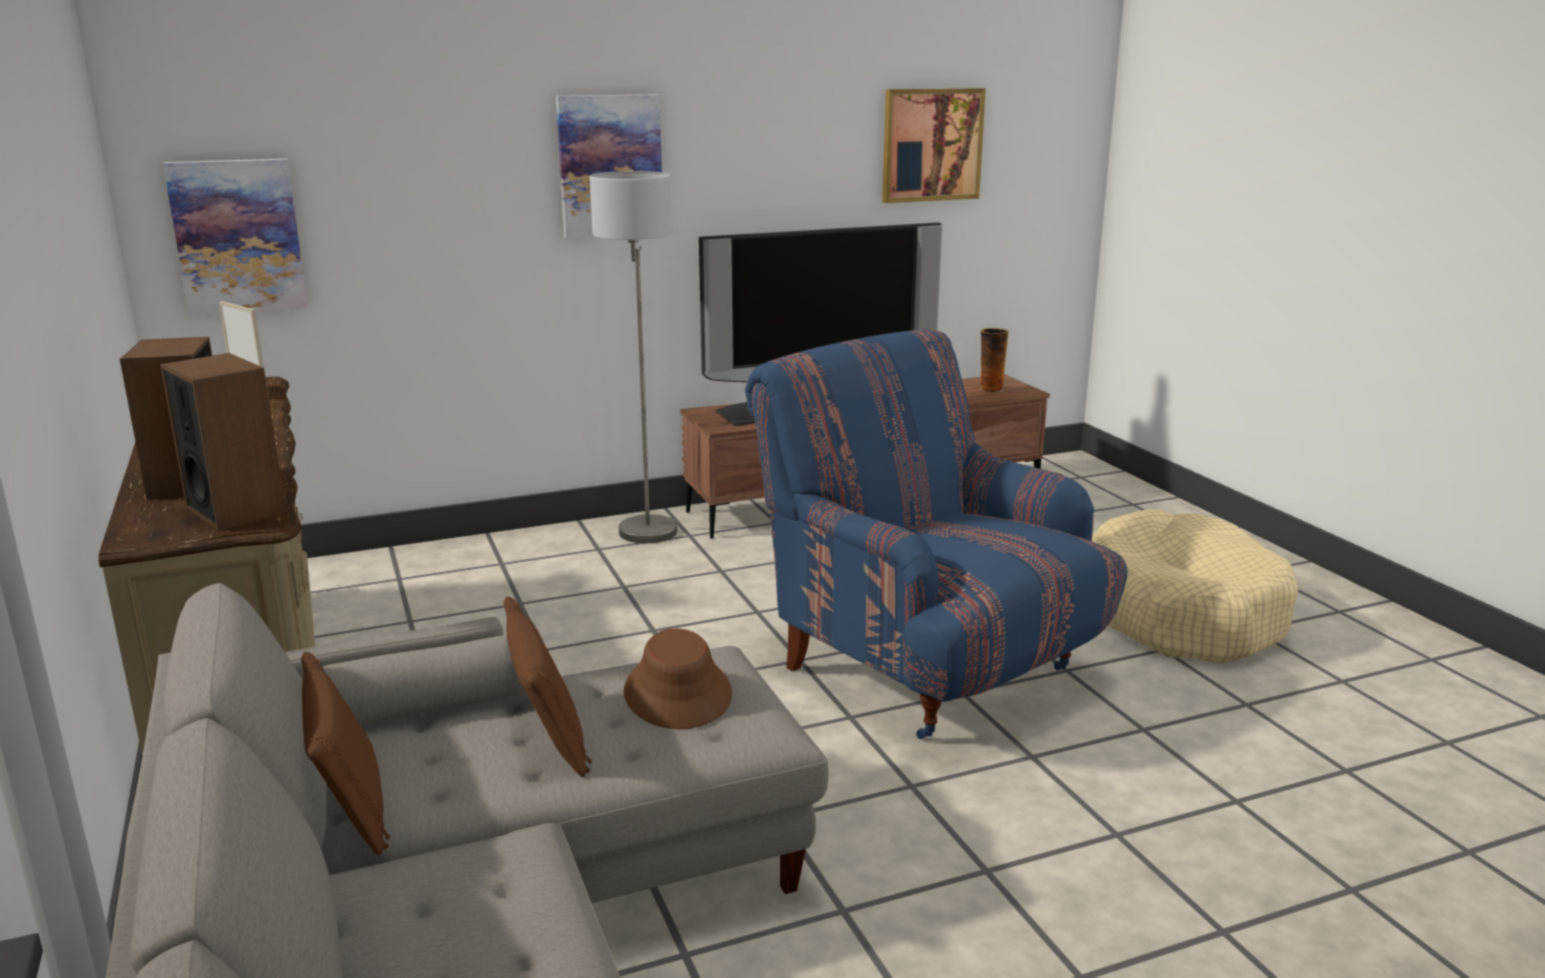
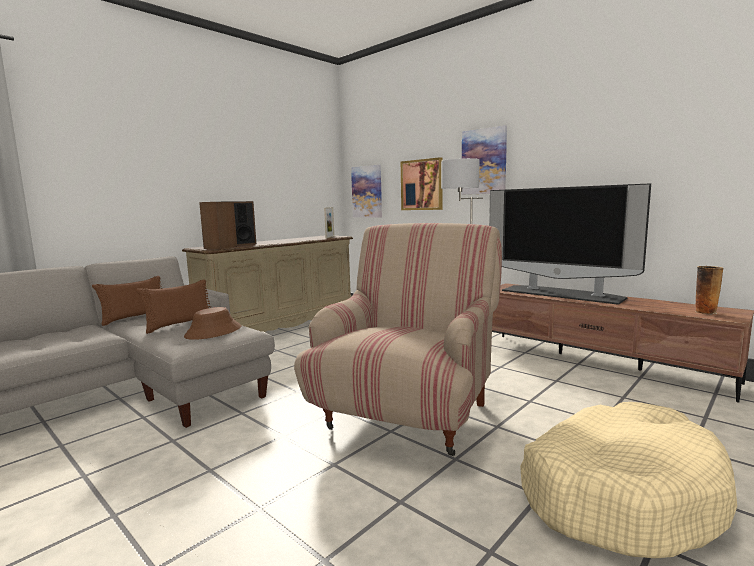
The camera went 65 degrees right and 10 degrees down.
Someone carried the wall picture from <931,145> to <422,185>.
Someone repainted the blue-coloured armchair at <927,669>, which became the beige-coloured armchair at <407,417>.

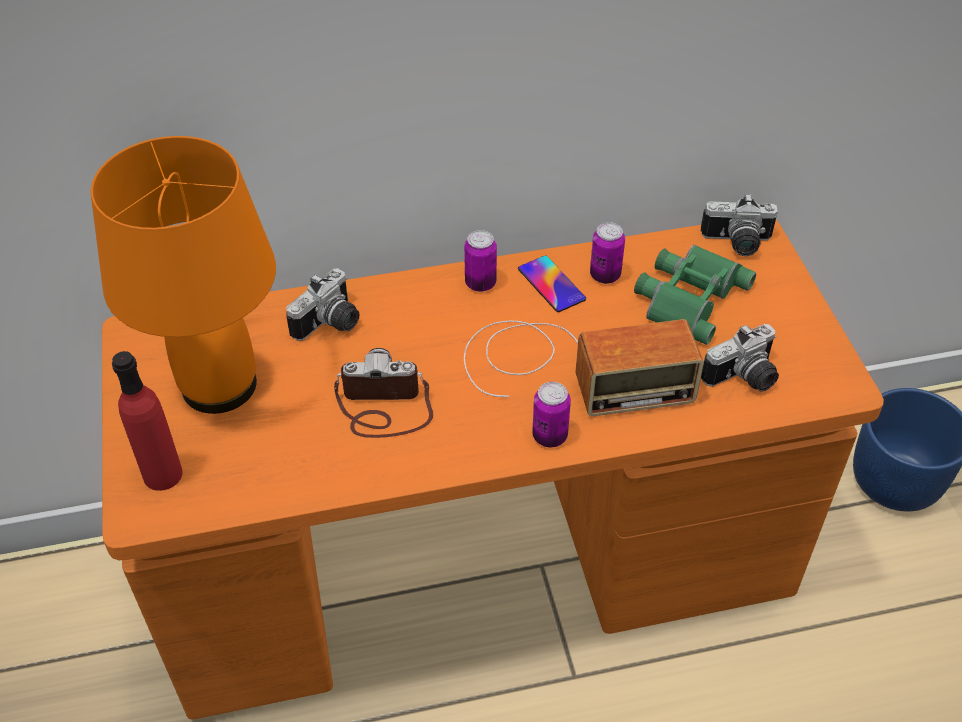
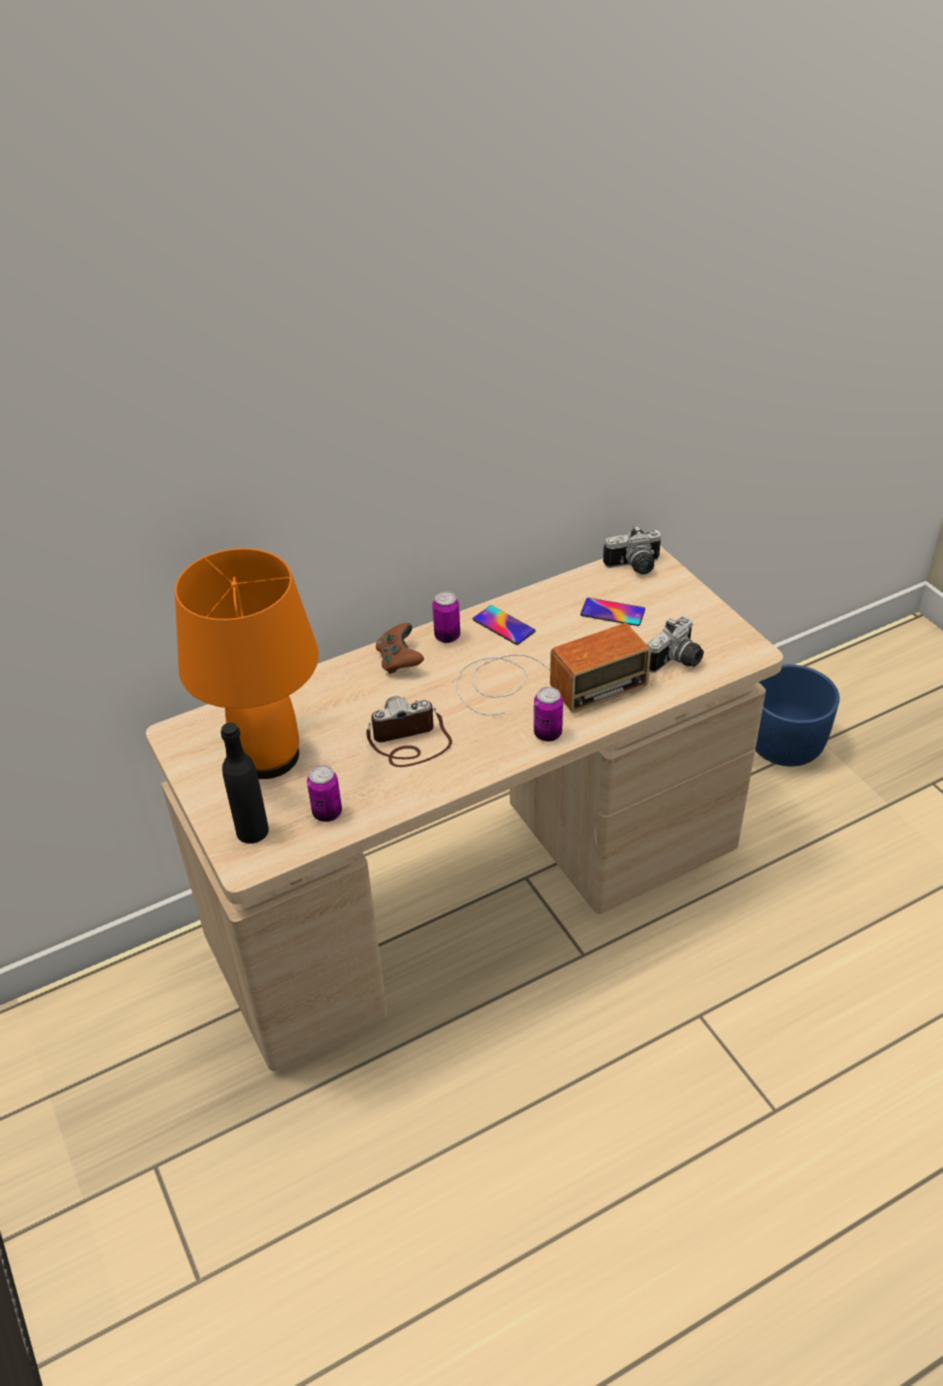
The camera went 15 degrees left and 5 degrees down.
Someone took away the photo camera at <331,324>.
Someone put down the brown joypad at <399,660>.
Someone carried the sealed can from <605,275> to <327,813>.
Someone swapped the greenish field glasses at <688,296> for the telephone at <612,612>.
Someone repainted the orangey desk table at <481,573>, which became the beige-coloured desk table at <478,895>.
Someone repainted the red bottle at <163,474>, which became the black-coloured bottle at <252,831>.

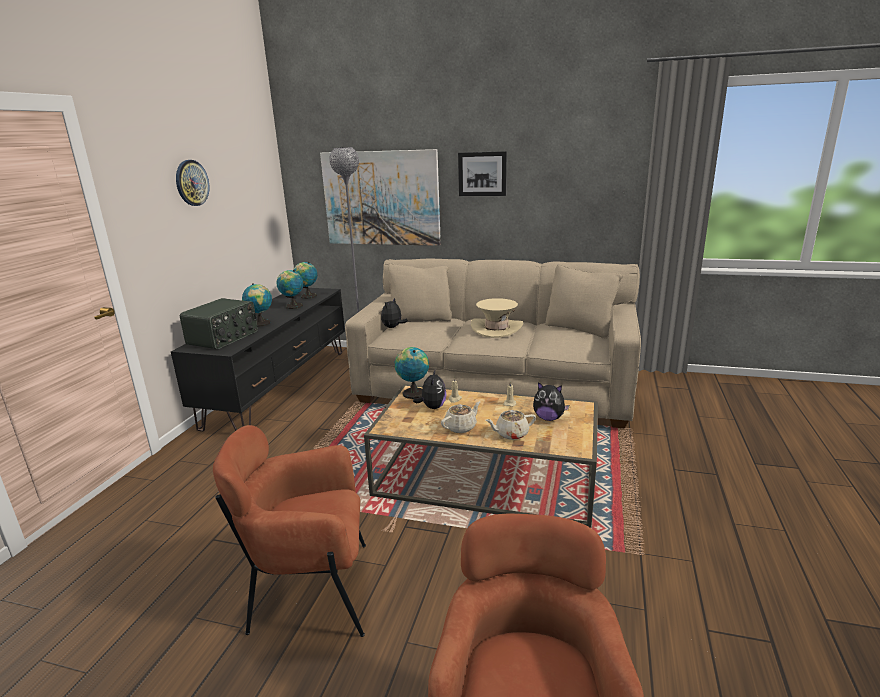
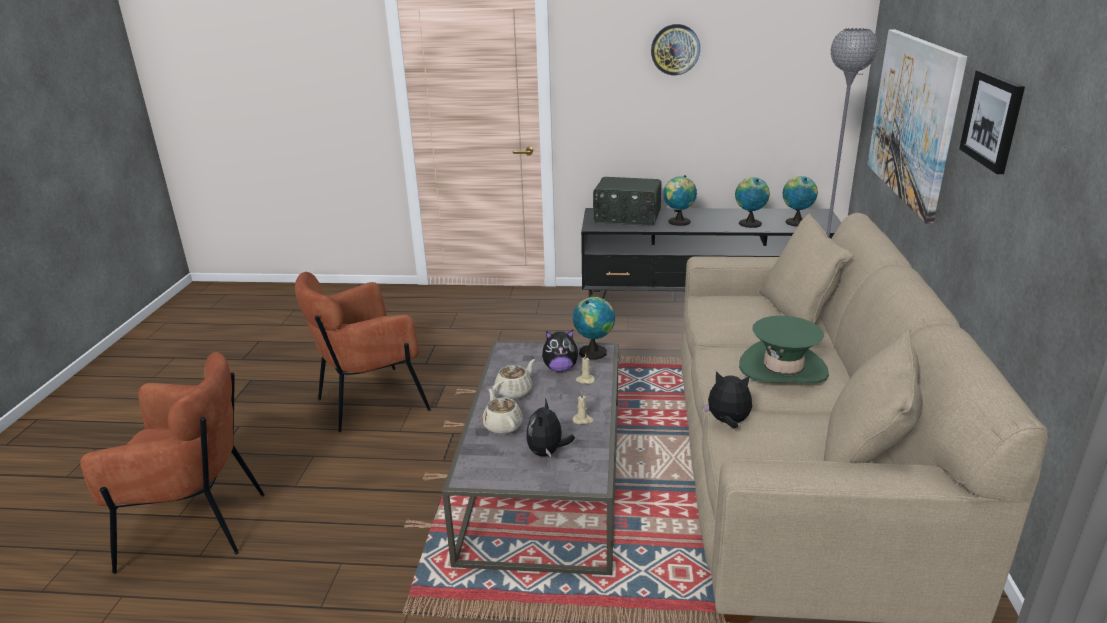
The camera went 80 degrees right and 5 degrees up.
Someone carried the soft toy from <393,327> to <727,422>.
Someone repainted the brown low table at <486,477>, which became the greyish low table at <547,477>.
Someone repainted the beige-coloured clothing hat at <496,329>, which became the greenish clothing hat at <783,368>.
Someone rotated the brown armchair at <310,592> by 105 degrees counterclockwise.
Someone rotated the beige-coloured tea pot at <461,427> by 90 degrees counterclockwise.

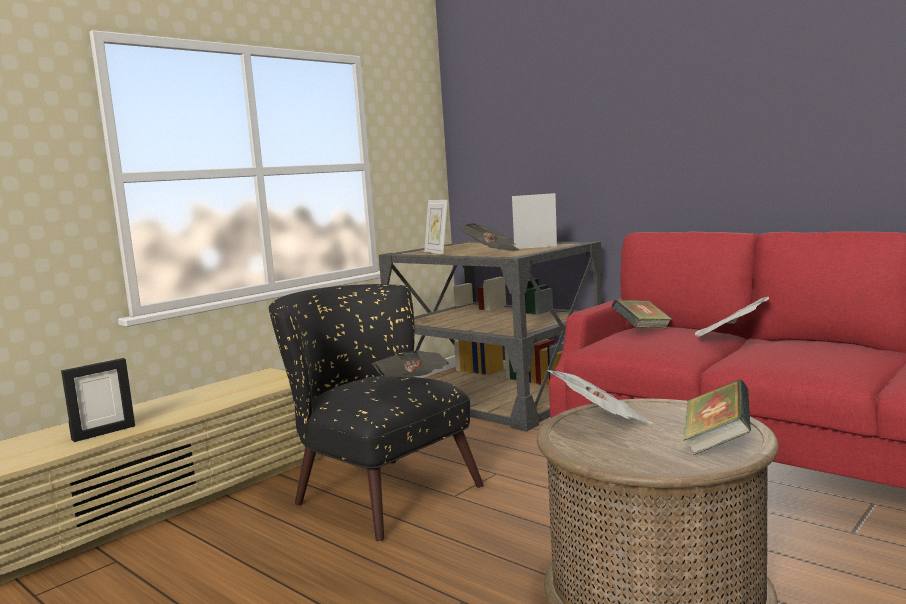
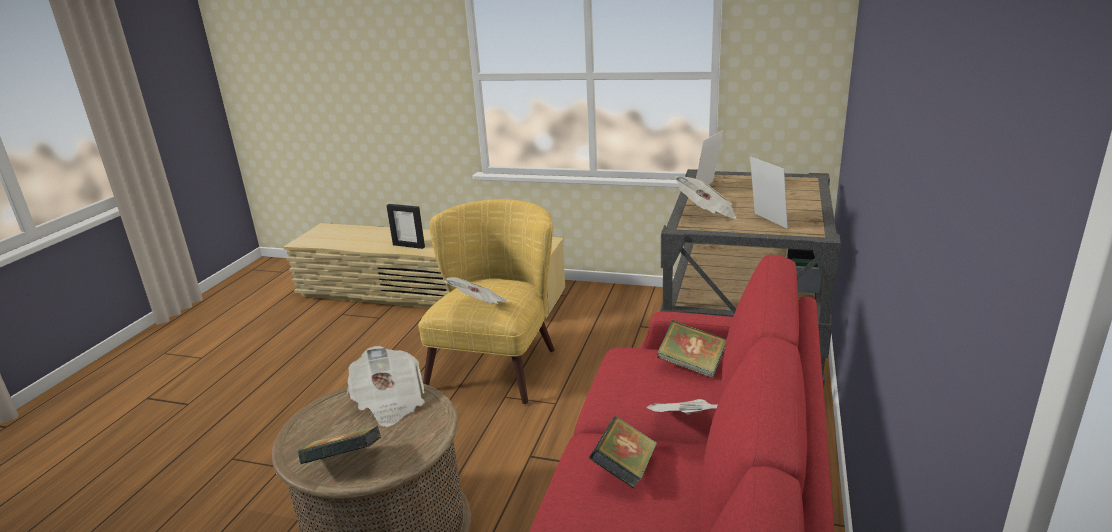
The camera went 65 degrees right and 15 degrees up.
Someone put down the bound book at <624,470>.
Someone repainted the black-coloured armchair at <375,491>, which became the yellow-coloured armchair at <498,362>.

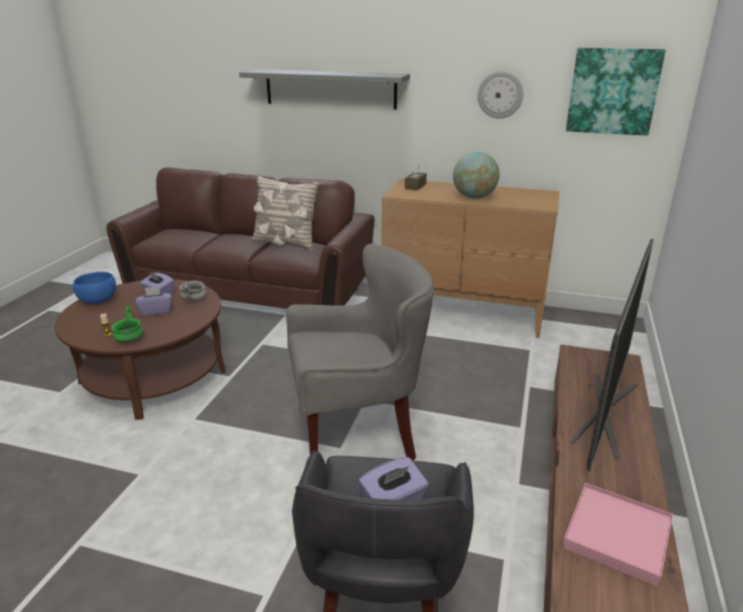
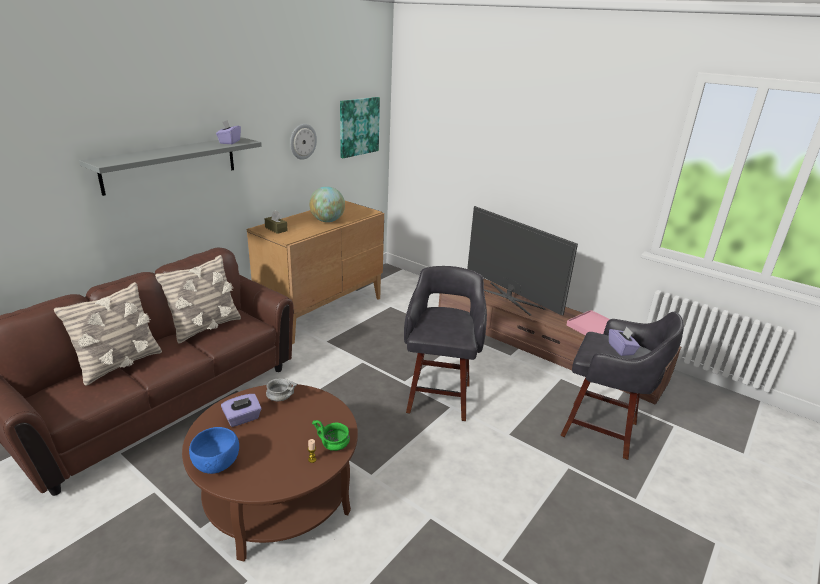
The camera went 70 degrees left and 0 degrees up.
Someone put down the beige-coloured pillow at <120,364>.
Someone carried the purple tissue holder from <156,311> to <229,142>.
Someone swapped the greyish armchair at <358,434> for the greyish sitting stool at <439,396>.

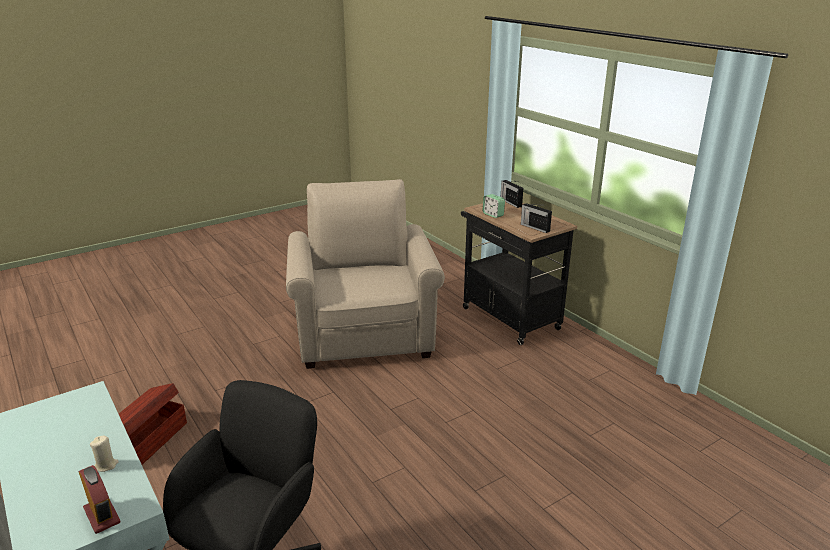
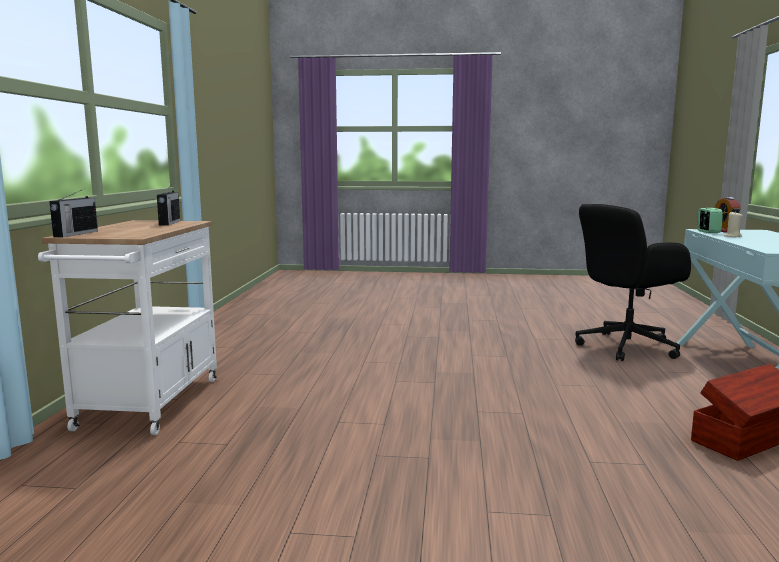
The camera went 140 degrees left and 15 degrees down.
Someone took away the beige-coloured armchair at <364,333>.
Someone carried the bedside clock from <493,215> to <708,232>.
Someone repainted the black-coloured trolley at <508,317>, which became the white-coloured trolley at <147,405>.

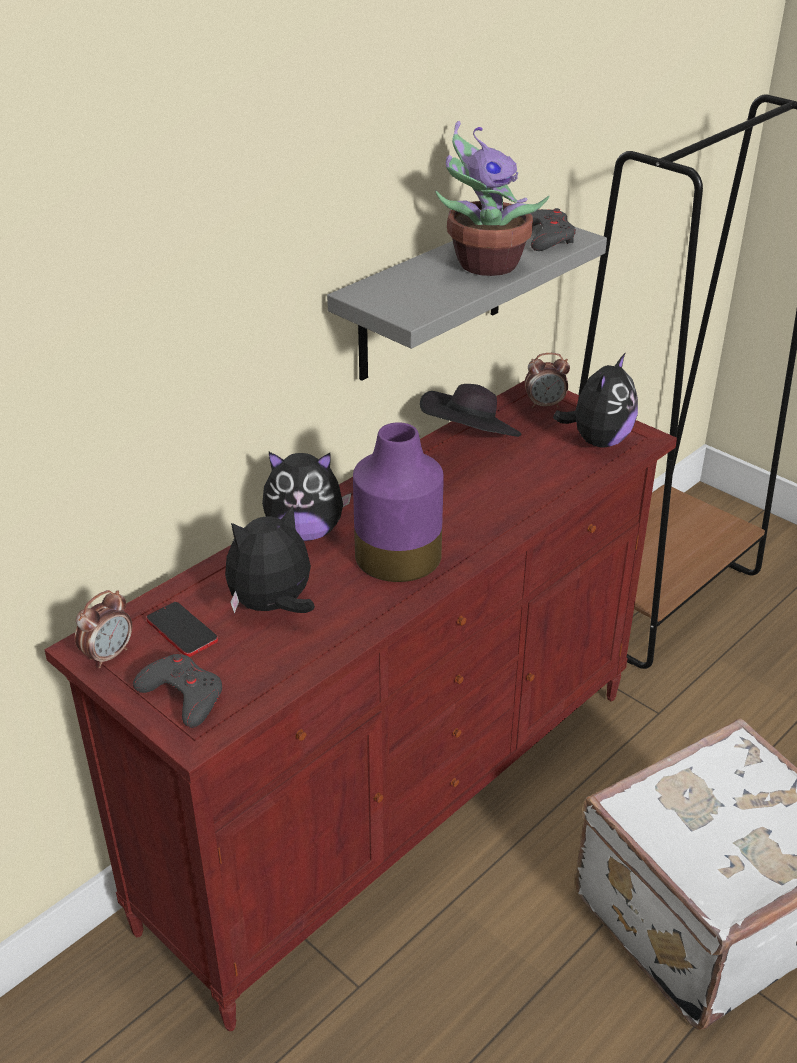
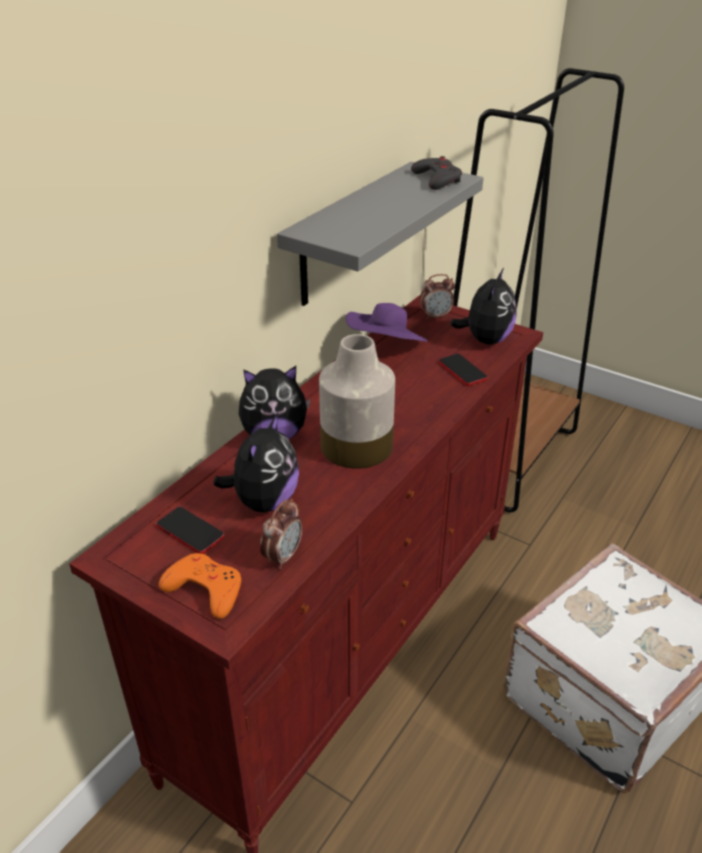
The camera went 10 degrees left and 0 degrees up.
Someone took away the plant in a pot at <483,264>.
Someone put down the telephone at <462,371>.
Someone carried the bedside clock from <108,655> to <283,556>.
Someone repainted the greyish joypad at <182,695>, which became the orangey joypad at <205,589>.
Someone repainted the purple flower vase at <397,554>, which became the beige-coloured flower vase at <355,445>.
Someone repainted the black-coloured clothing hat at <470,439>, which became the purple clothing hat at <386,348>.
Someone rotated the soft toy at <273,607> by 150 degrees clockwise.

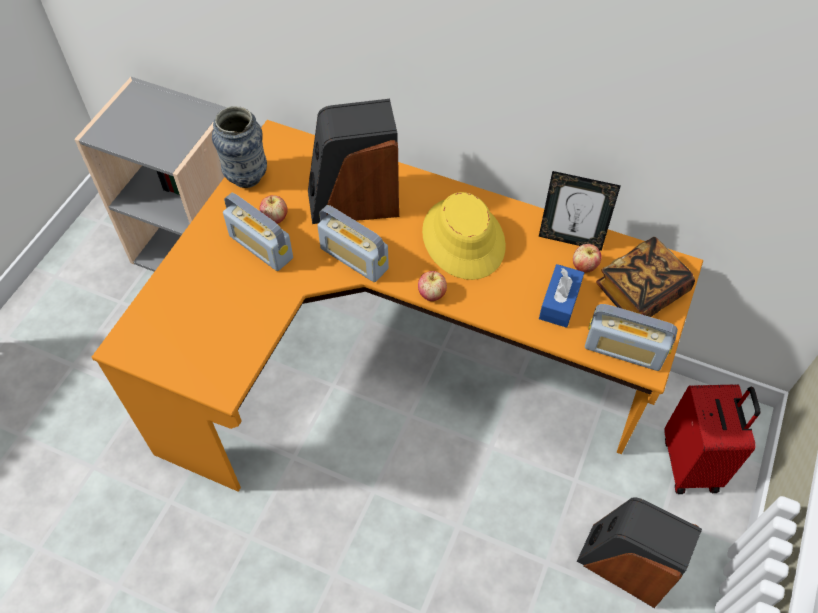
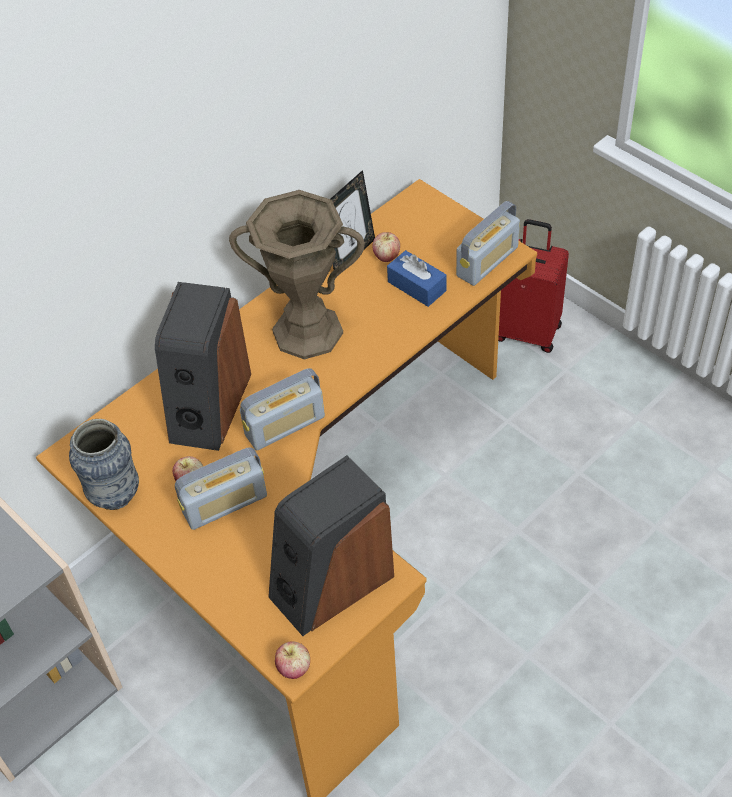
The camera went 65 degrees left and 5 degrees down.
Someone took away the bound book at <640,292>.
Someone carried the apple from <432,294> to <294,668>.
Someone carried the speaker from <625,564> to <331,584>.
Someone swapped the yellow-coloured clothing hat at <464,239> for the brown flower vase at <308,332>.

